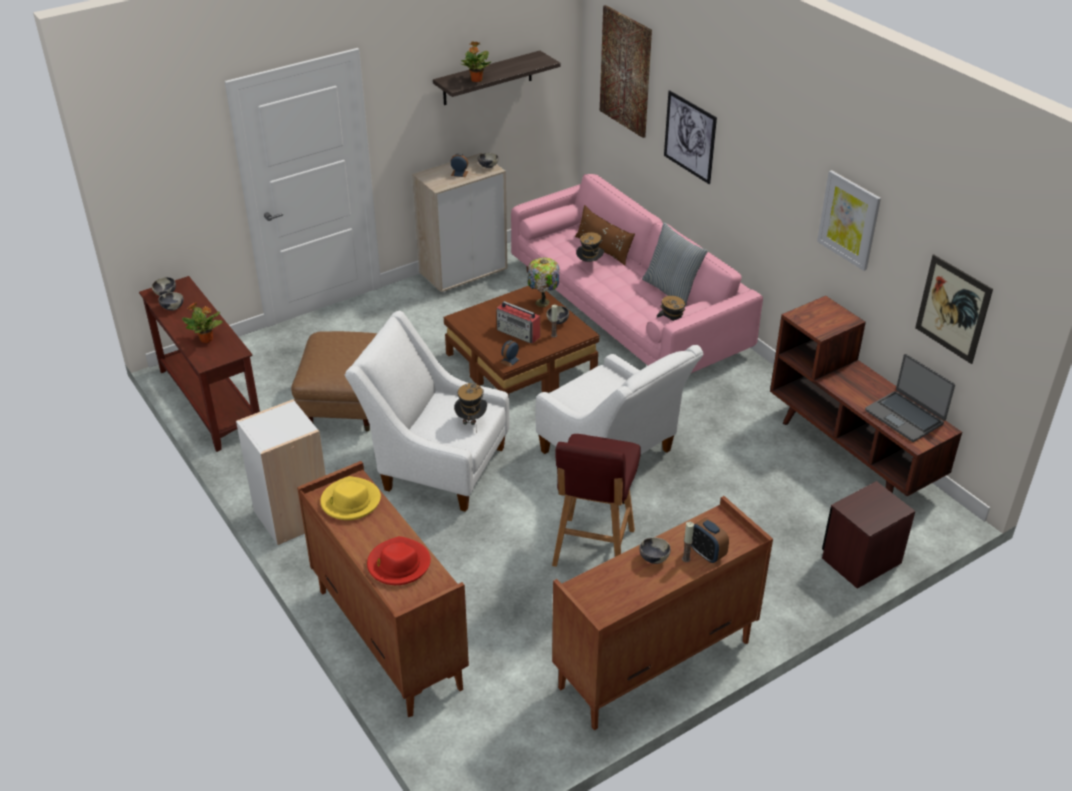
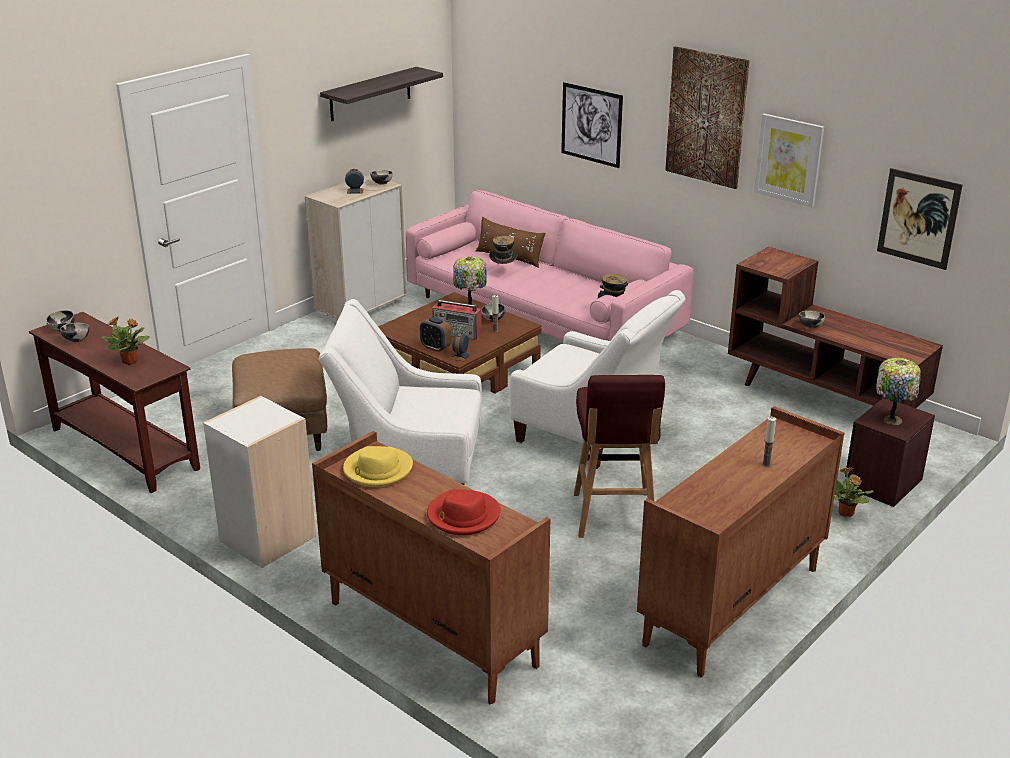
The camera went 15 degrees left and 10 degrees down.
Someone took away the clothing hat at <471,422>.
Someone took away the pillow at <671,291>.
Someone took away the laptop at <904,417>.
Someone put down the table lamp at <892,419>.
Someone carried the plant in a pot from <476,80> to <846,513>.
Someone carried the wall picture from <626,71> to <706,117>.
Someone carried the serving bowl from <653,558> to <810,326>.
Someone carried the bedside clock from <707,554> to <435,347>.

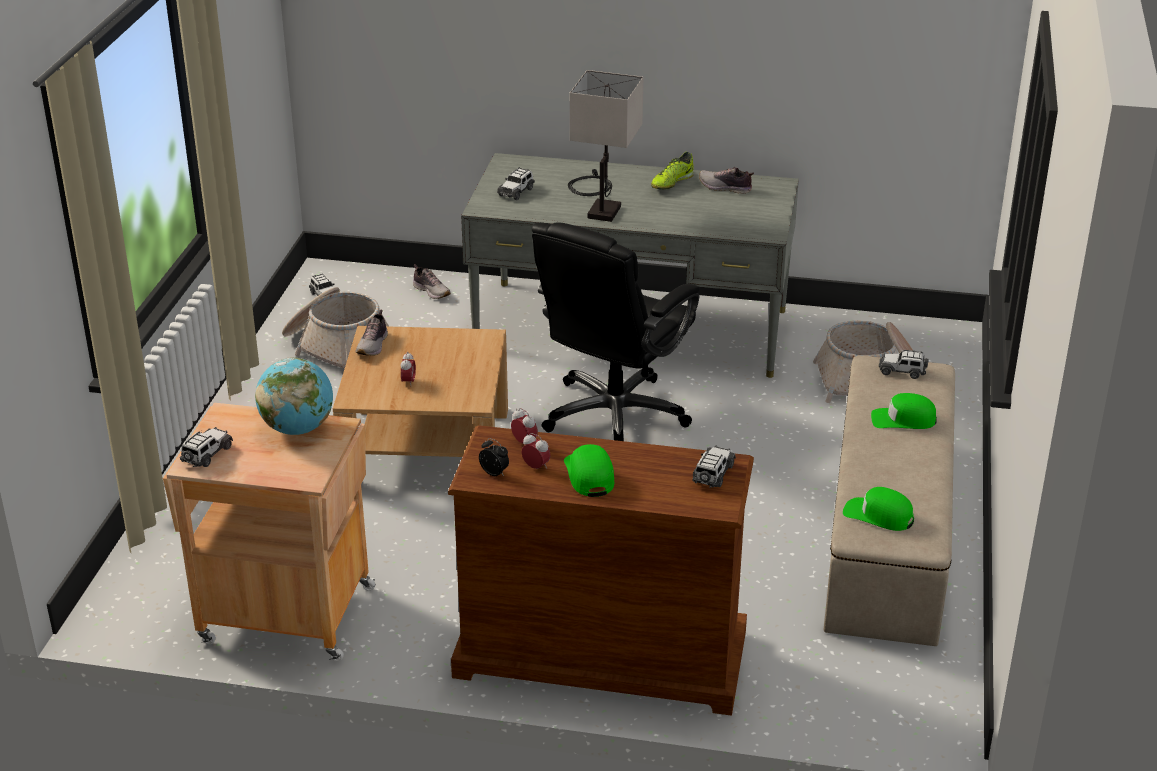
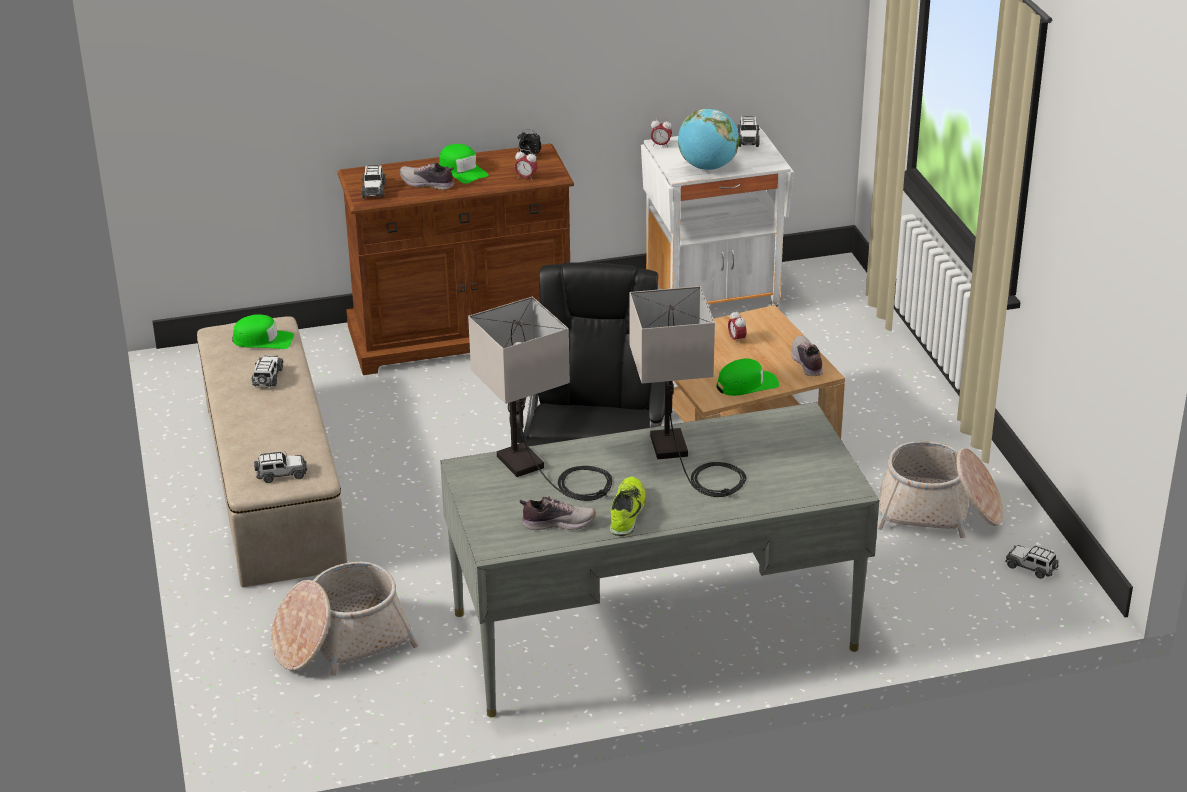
The camera went 155 degrees right and 0 degrees up.
Someone put down the table lamp at <546,472>.
Someone carried the low shoe from <432,291> to <427,184>.
Someone carried the toy car from <516,192> to <267,378>.
Someone carried the bedside clock from <536,467> to <661,145>.
Someone carried the greenish peaked cap from <903,420> to <747,384>.
Someone repainted the brown trolley at <284,614>, which became the white-coloured trolley at <712,299>.

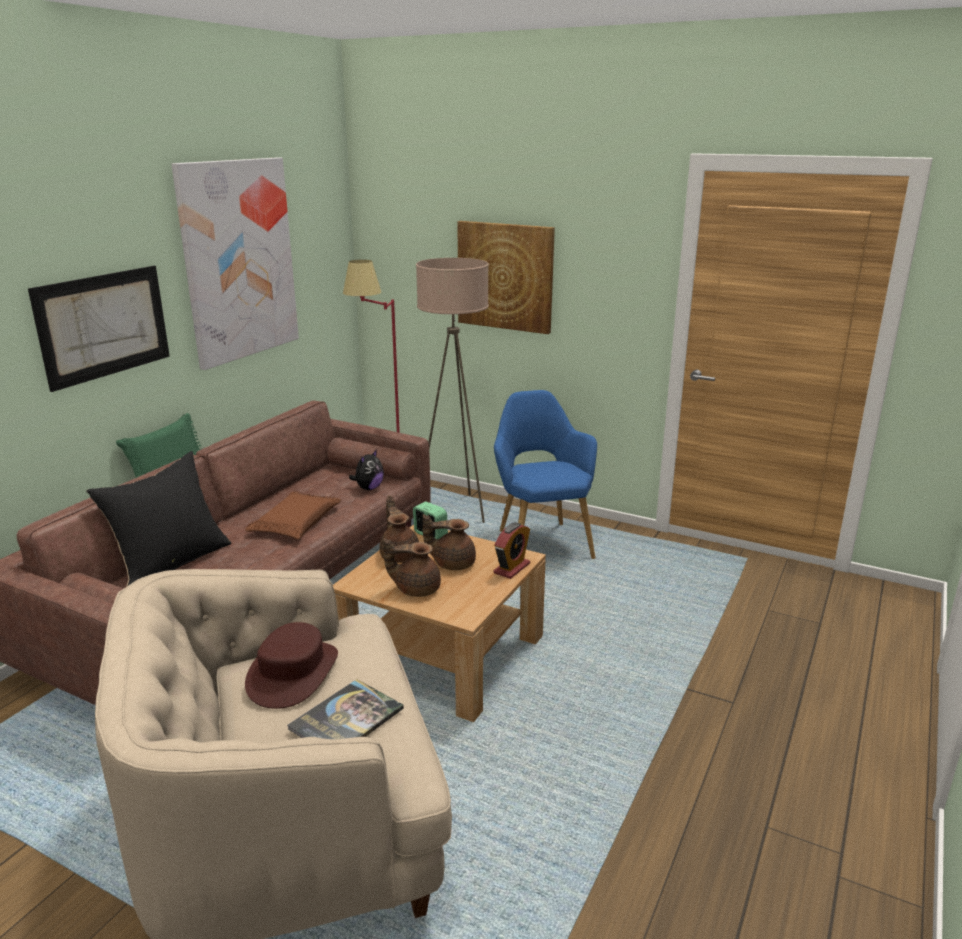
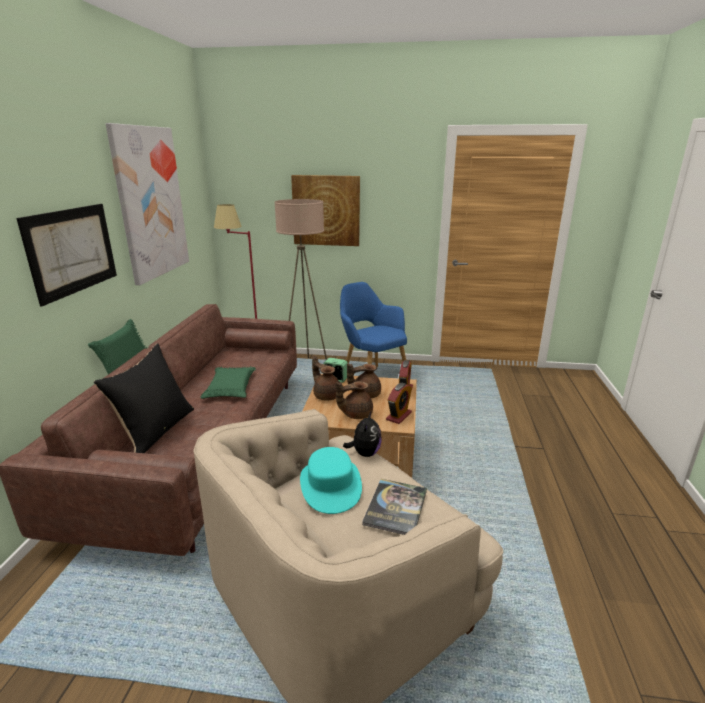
The camera went 20 degrees left and 0 degrees up.
Someone put down the bedside clock at <399,416>.
Someone carried the soft toy from <368,488> to <365,453>.
Someone repainted the brown pillow at <296,521>, which became the greenish pillow at <230,387>.
Someone repainted the brown clothing hat at <292,673>, which became the turquoise-coloured clothing hat at <330,485>.

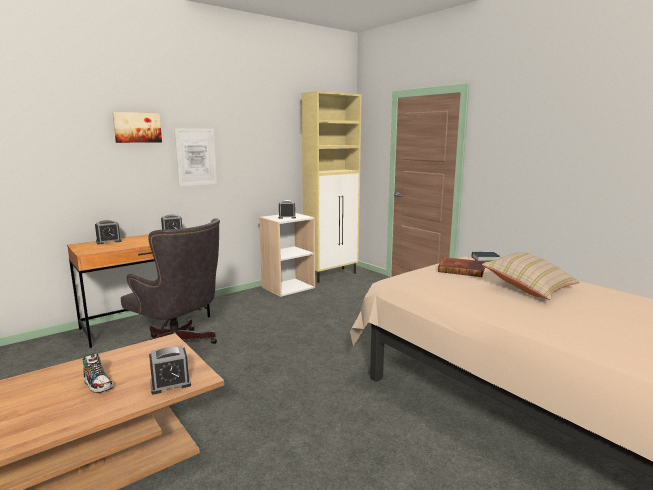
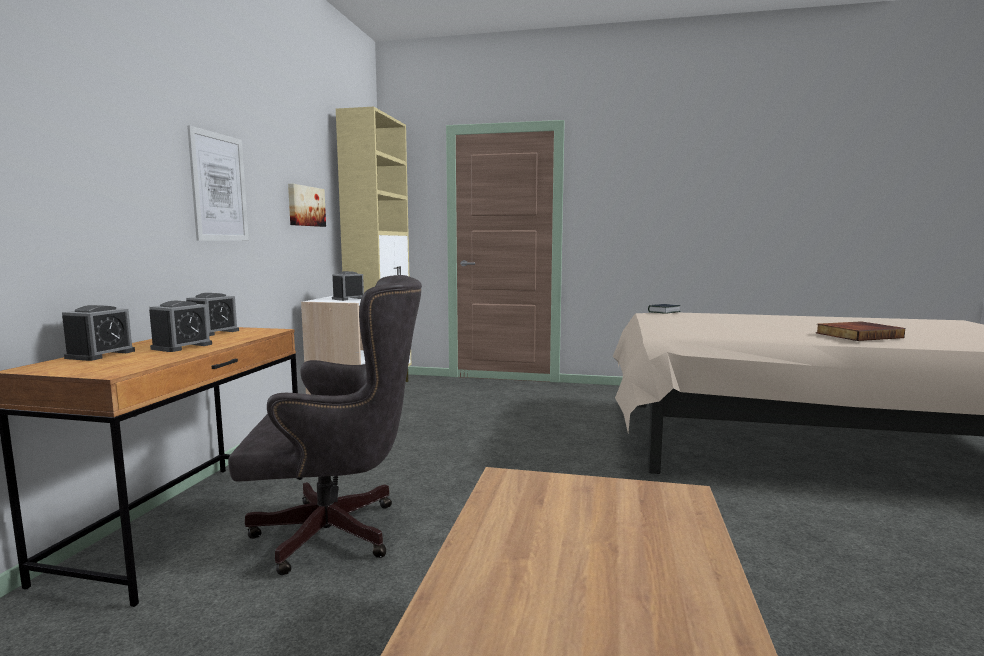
The camera went 40 degrees left and 5 degrees down.
Someone took away the low shoe at <98,384>.
Someone took away the beige-coloured pillow at <529,288>.
Someone carried the wall picture from <137,127> to <305,206>.
Someone carried the bedside clock from <170,383> to <182,346>.
Someone carried the bound book from <462,269> to <857,335>.

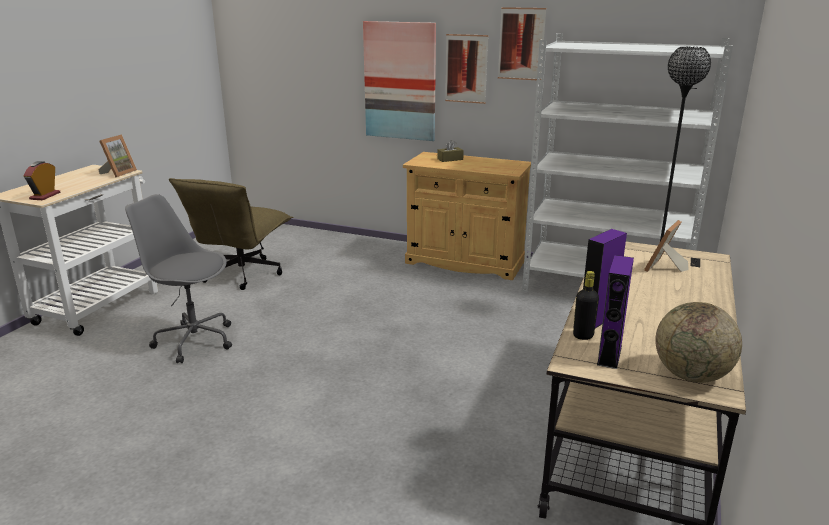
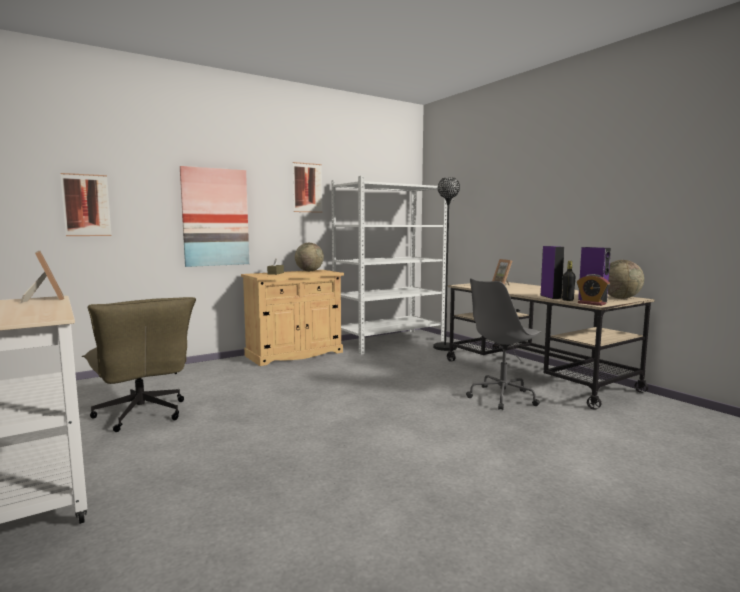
The camera went 55 degrees left and 15 degrees down.
Someone put down the globe at <309,271>.
Someone carried the bedside clock from <45,196> to <591,303>.
Someone carried the greyish desk chair from <193,341> to <501,398>.
Someone carried the wall picture from <466,69> to <86,205>.

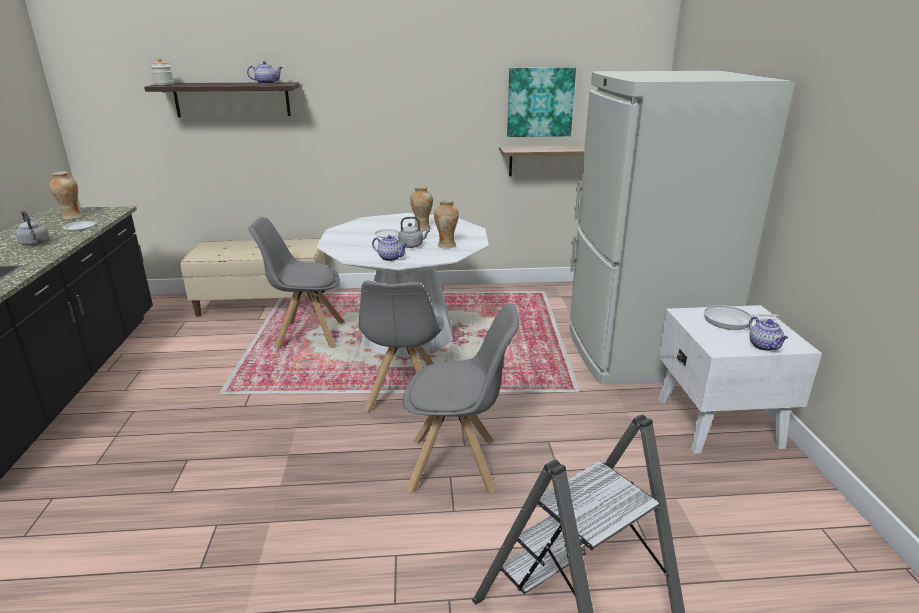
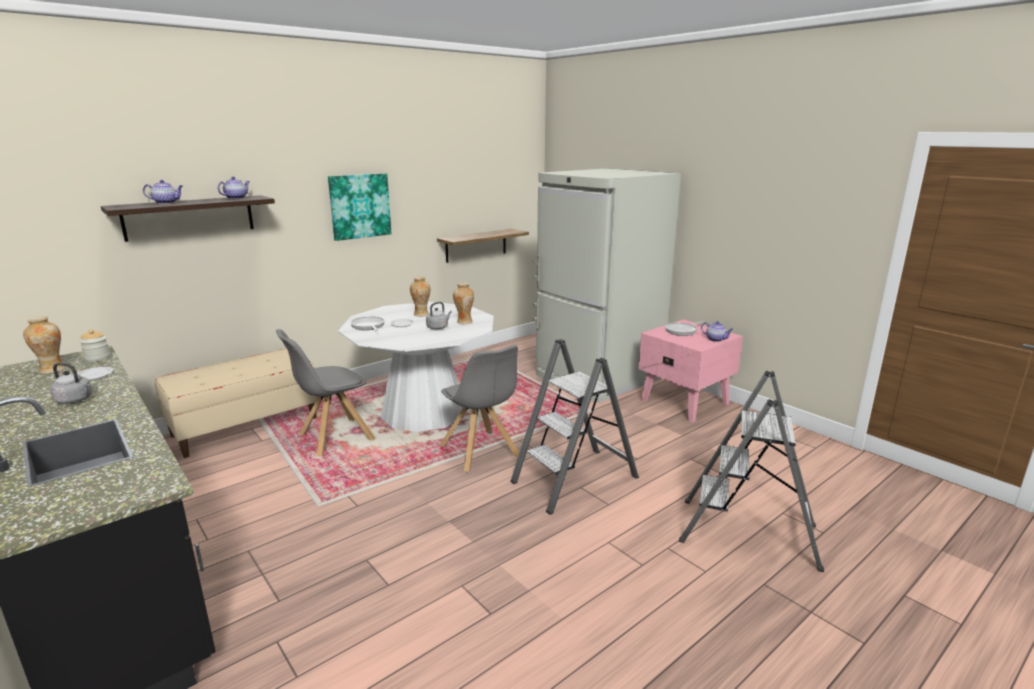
The camera went 35 degrees left and 5 degrees down.
Someone put down the skillet at <368,326>.
Someone carried the jar from <164,84> to <97,358>.
Someone carried the tea pot from <391,258> to <166,202>.
Someone carried the wall picture from <540,102> to <359,206>.
Someone swapped the greyish chair at <458,464> for the greyish step stool at <576,479>.
Someone repainted the white-coloured nightstand at <718,423>, which became the pink nightstand at <685,403>.

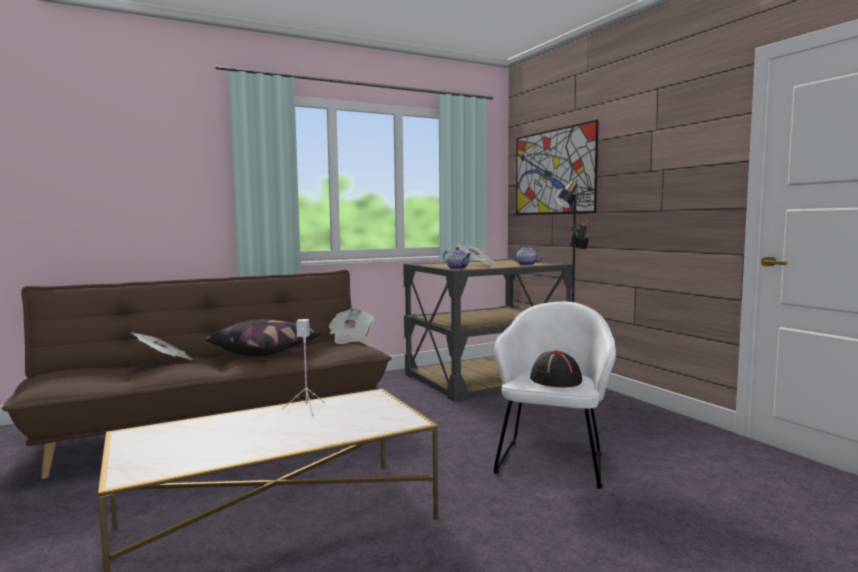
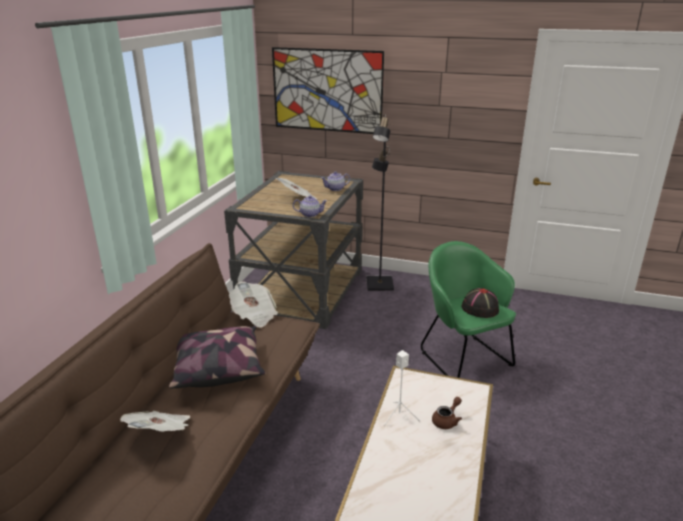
The camera went 45 degrees left and 20 degrees up.
Someone put down the brown tea pot at <447,420>.
Someone repainted the white-coloured armchair at <553,460>, which became the greenish armchair at <462,356>.

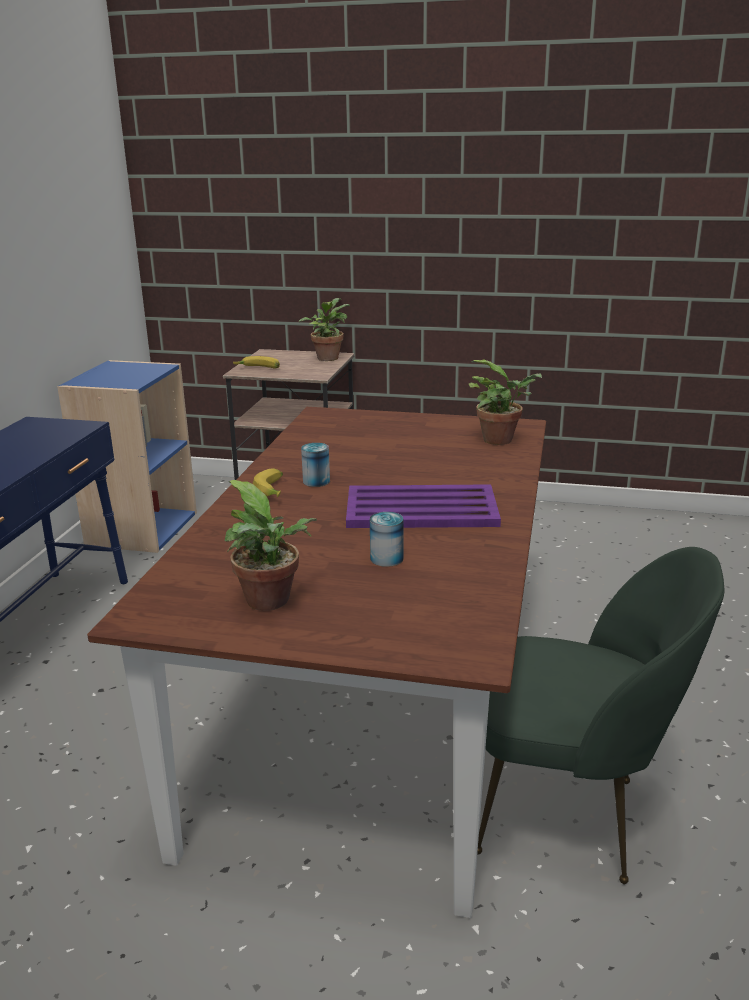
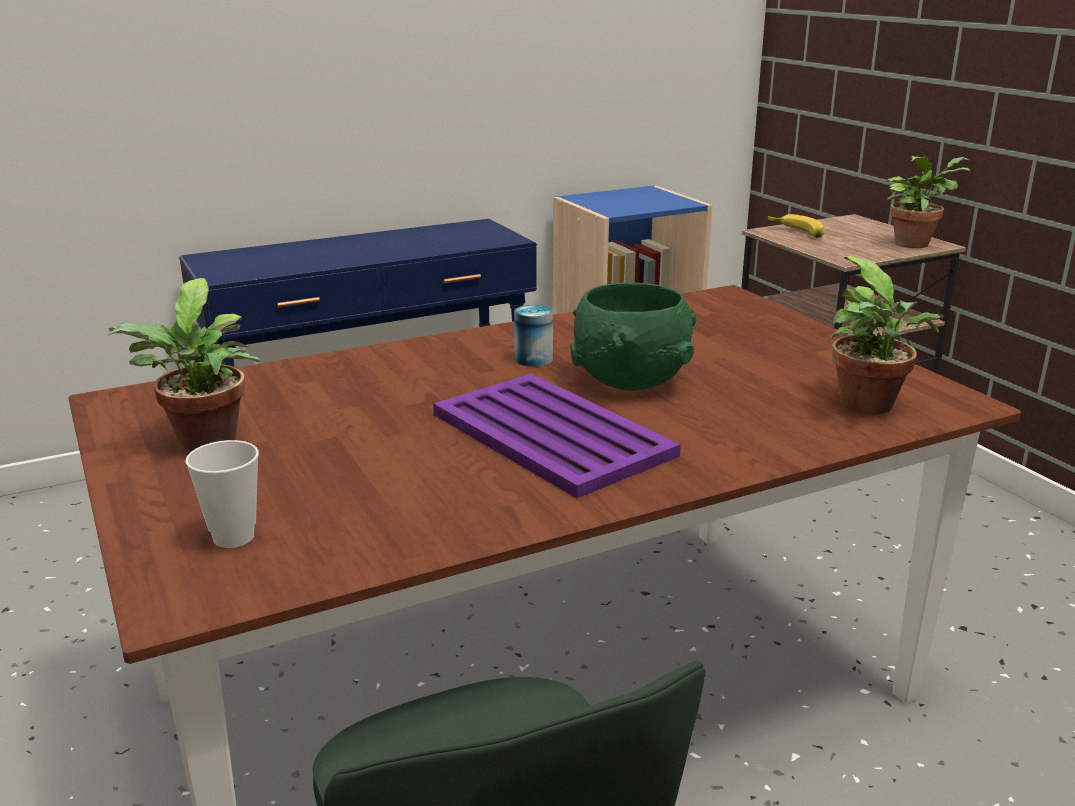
The camera went 50 degrees right and 0 degrees up.
Someone took away the banana at <274,491>.
Someone took away the sealed can at <386,558>.
Someone put down the cup at <233,537>.
Someone put down the greenish serving bowl at <631,382>.

